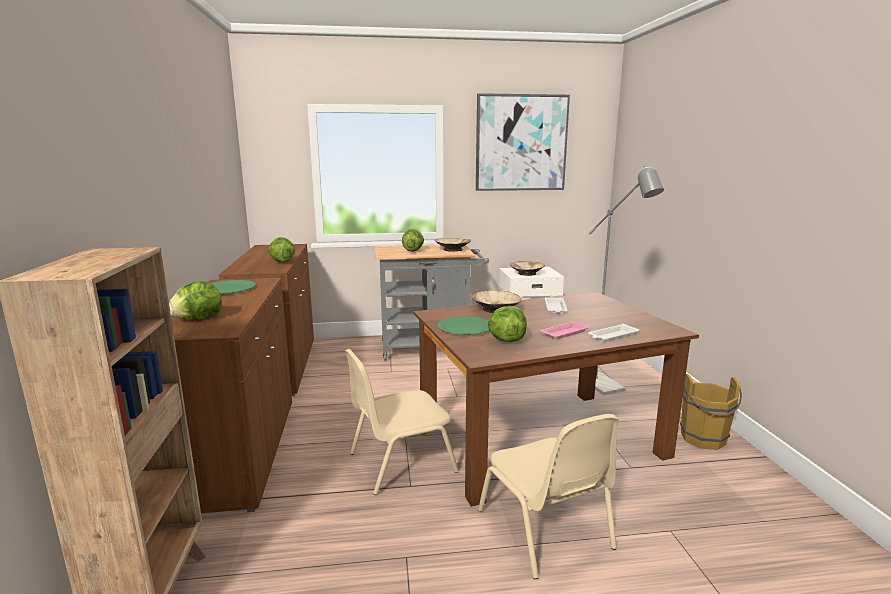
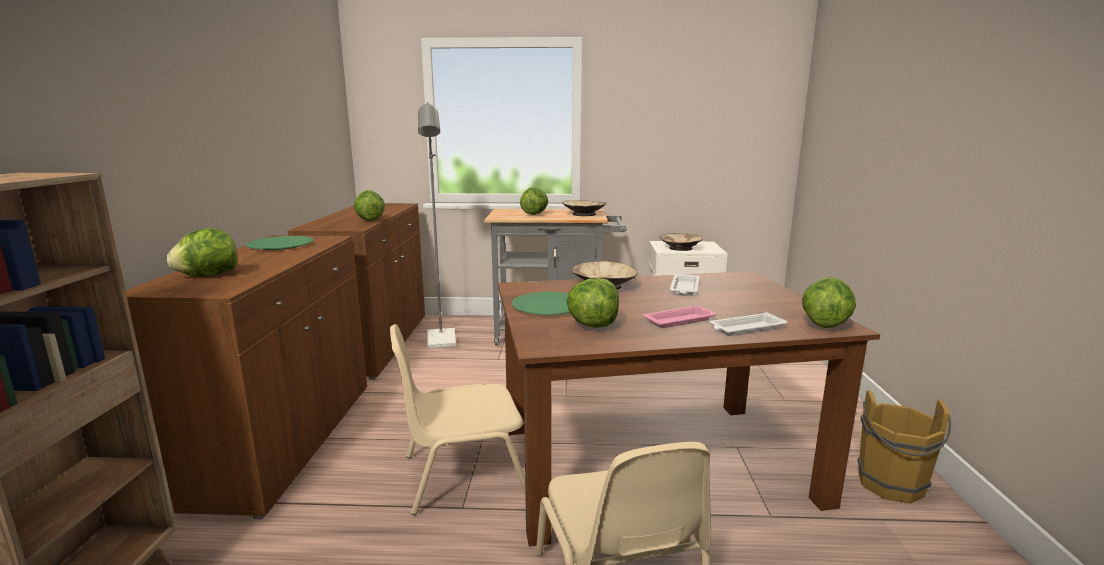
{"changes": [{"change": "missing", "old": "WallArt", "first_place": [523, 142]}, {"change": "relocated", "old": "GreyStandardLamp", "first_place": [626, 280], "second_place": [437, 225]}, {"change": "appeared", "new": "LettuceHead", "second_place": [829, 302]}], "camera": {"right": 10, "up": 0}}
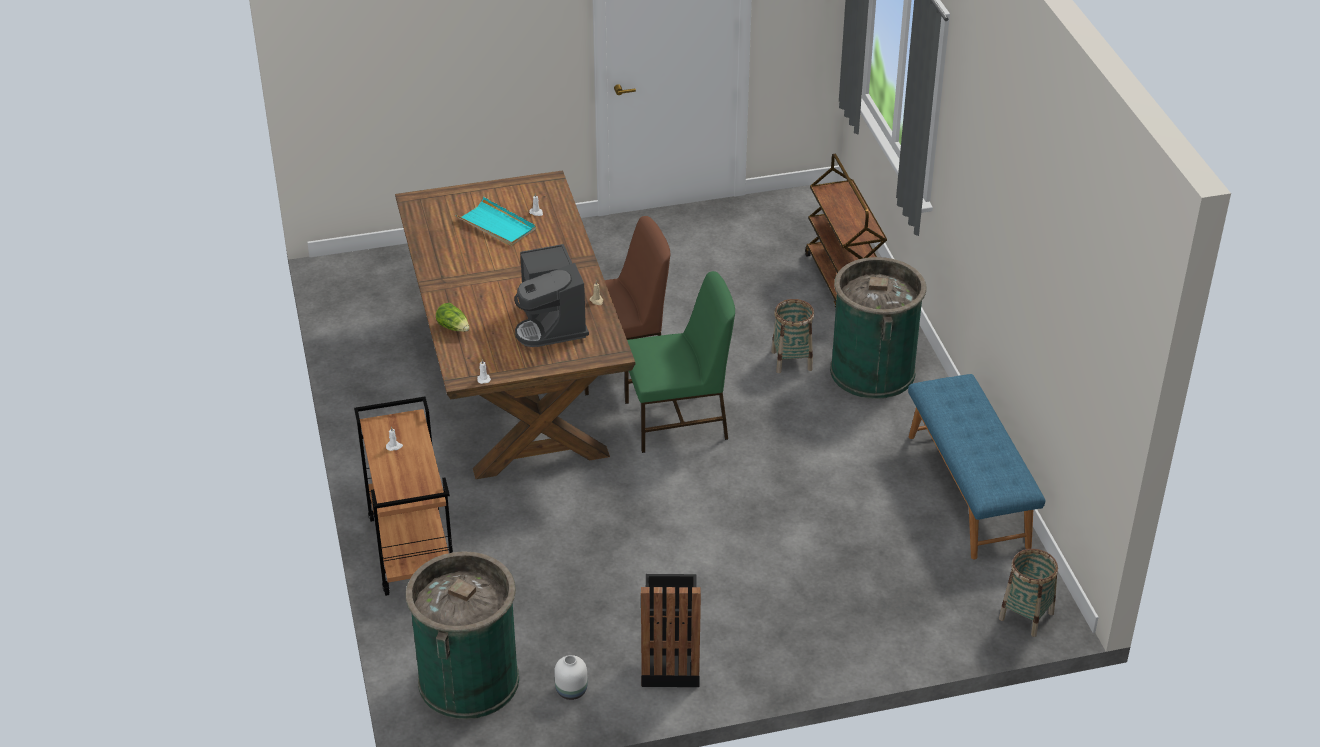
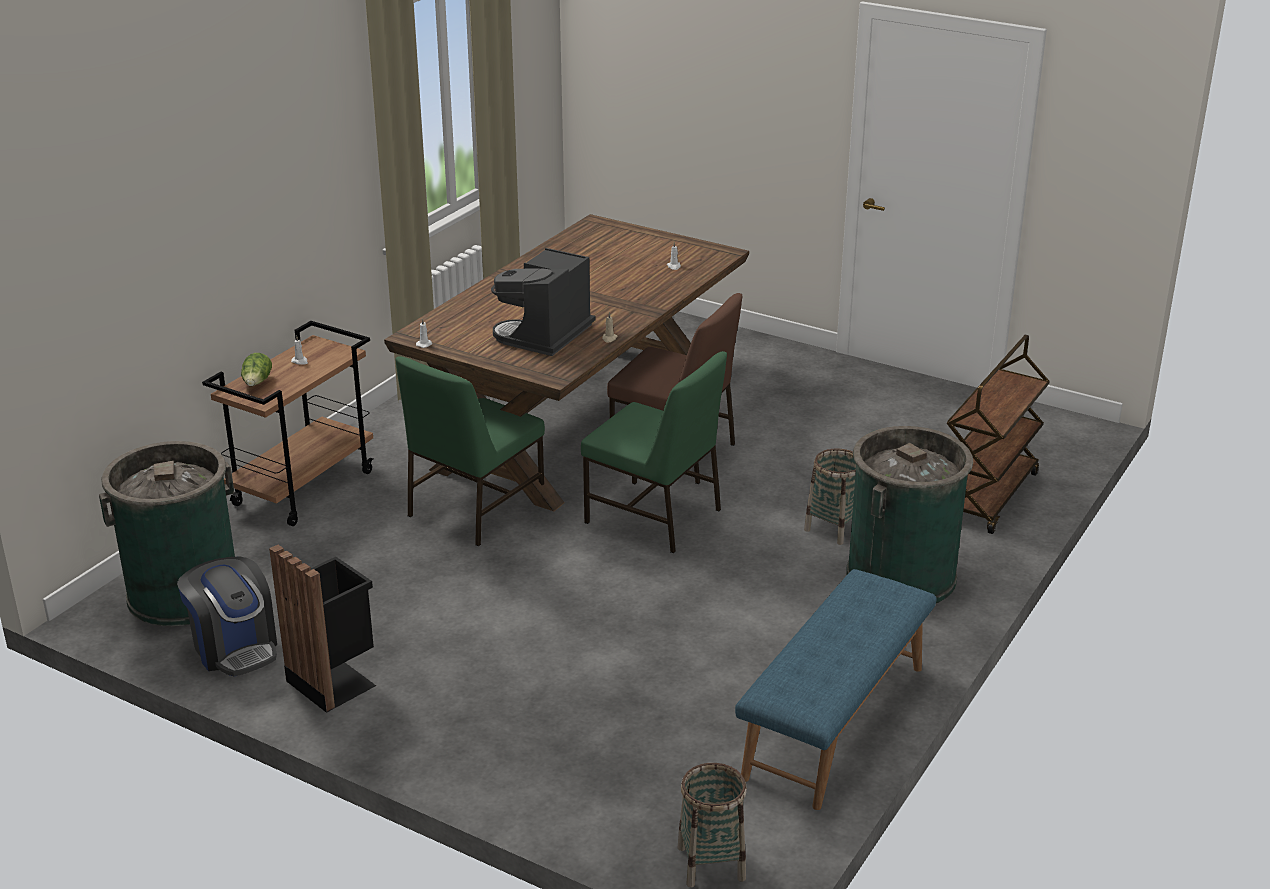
{"changes": [{"change": "relocated", "old": "LettuceHead", "first_place": [452, 317], "second_place": [256, 369]}, {"change": "missing", "old": "TurquoiseCarryingTray", "first_place": [496, 221]}, {"change": "exchanged", "old": "WhiteDecorativeVase", "new": "CoffeeMachine", "first_place": [571, 677], "second_place": [227, 617]}, {"change": "appeared", "new": "GreenColouredUprightChair", "second_place": [470, 451]}], "camera": {"right": 45, "up": -10}}
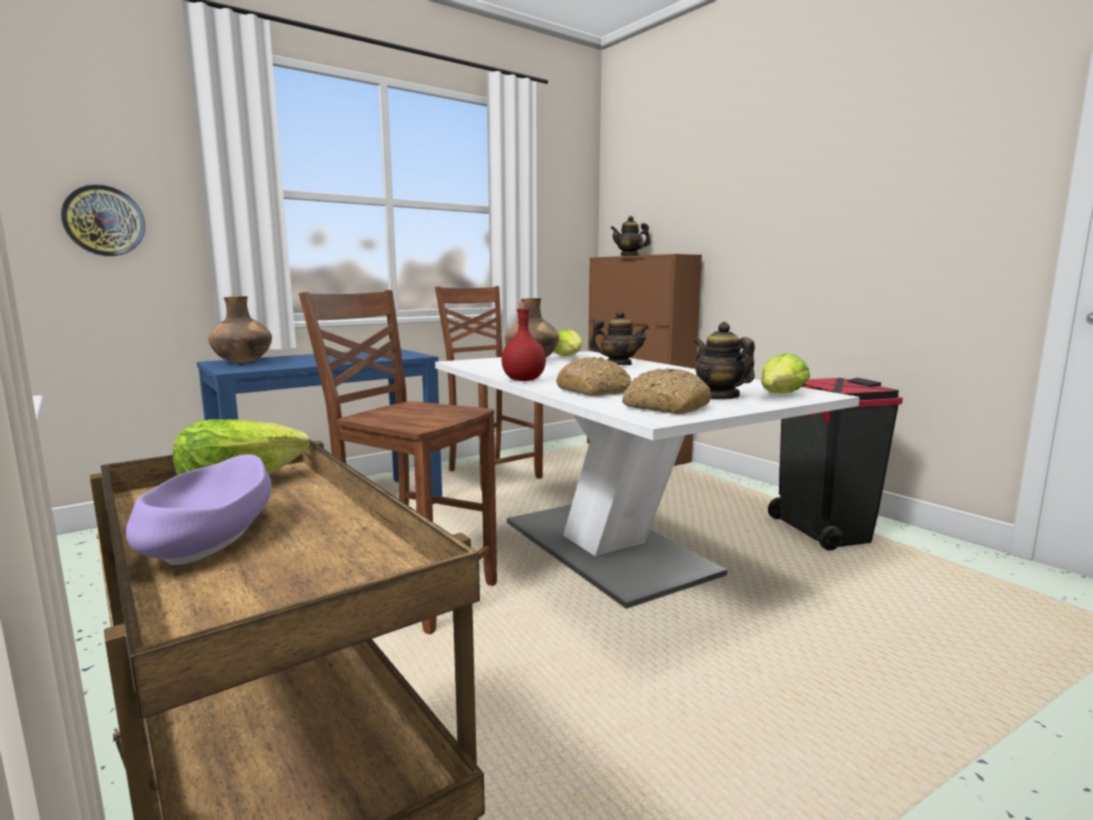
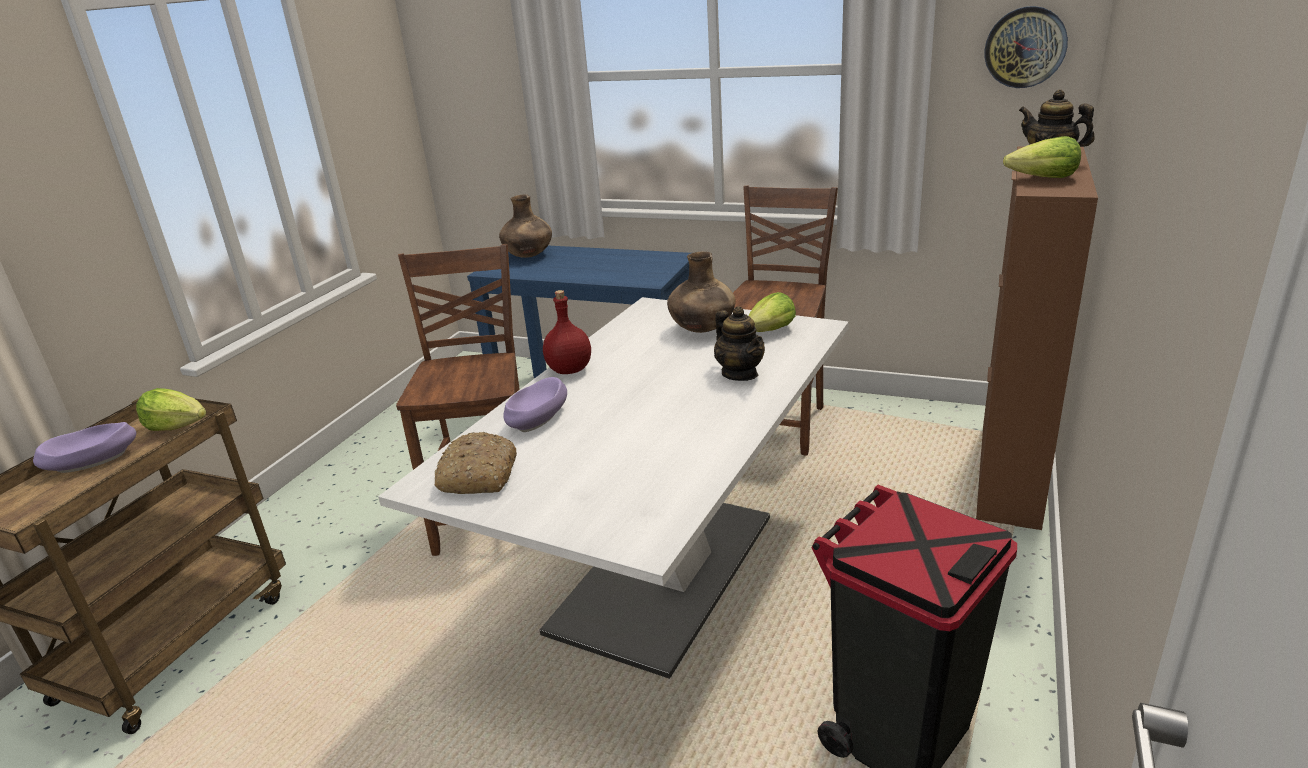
{"changes": [{"change": "relocated", "old": "HangingClock", "first_place": [103, 220], "second_place": [1026, 47]}, {"change": "exchanged", "old": "BakeryBread", "new": "PurpleServingBowl", "first_place": [593, 376], "second_place": [535, 404]}, {"change": "missing", "old": "PotForTea", "first_place": [724, 361]}, {"change": "relocated", "old": "LettuceHead", "first_place": [785, 373], "second_place": [1042, 157]}], "camera": {"right": 60, "up": 15}}
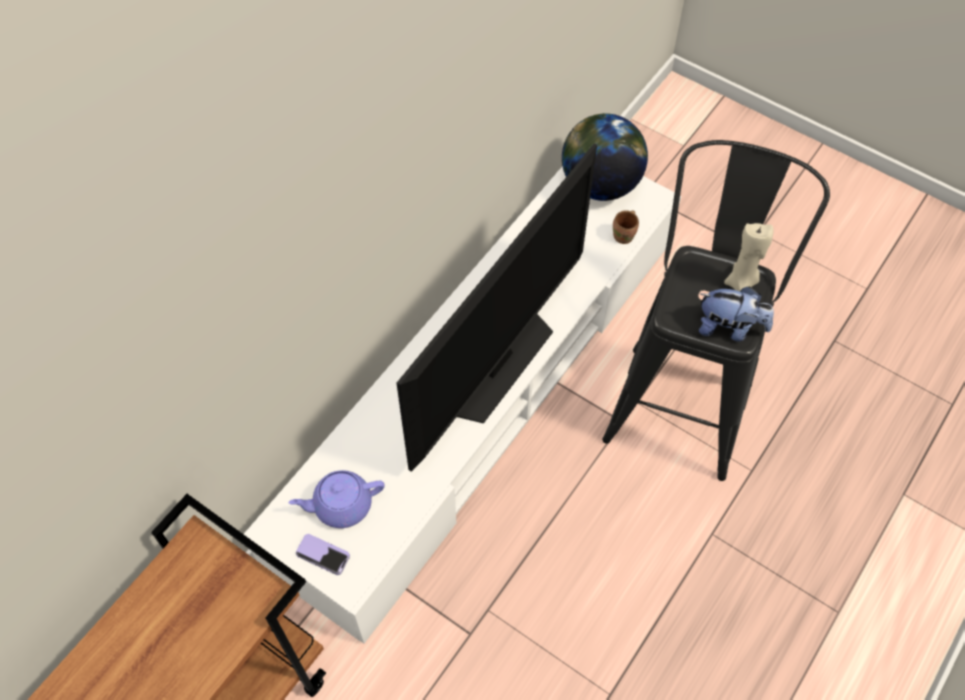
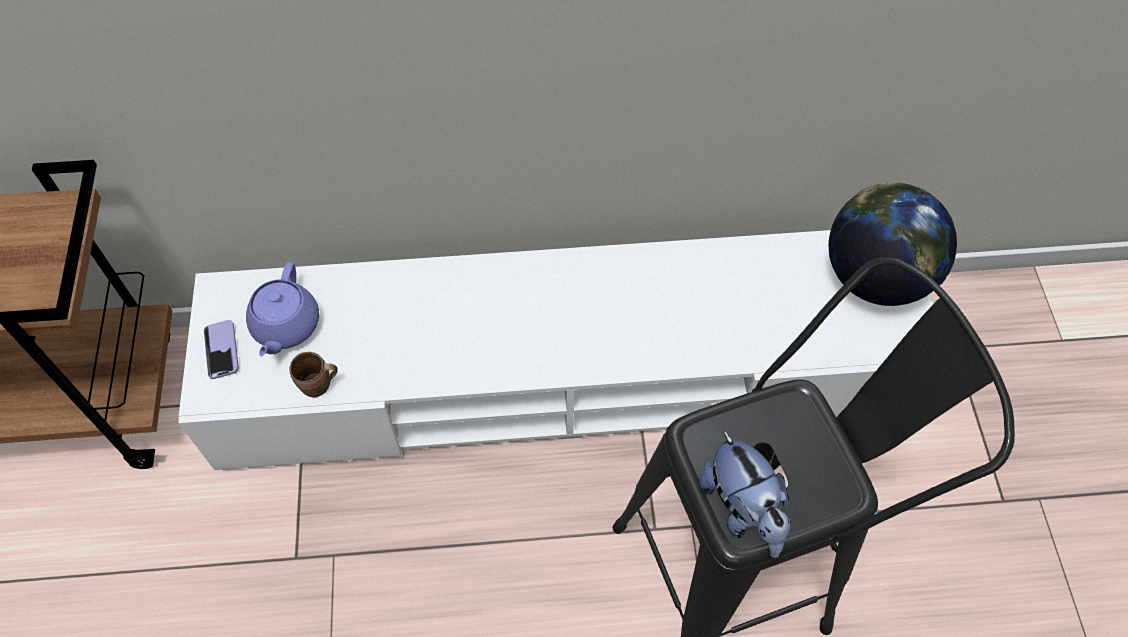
{"changes": [{"change": "spun", "old": "PurplePotForTea", "first_place": [337, 499], "second_place": [282, 309], "degrees": -120}, {"change": "missing", "old": "TvSet", "first_place": [497, 308]}, {"change": "relocated", "old": "BrownishTeaMug", "first_place": [626, 227], "second_place": [313, 375]}, {"change": "missing", "old": "BeigeColouredCandle", "first_place": [749, 257]}], "camera": {"right": 50, "up": 0}}
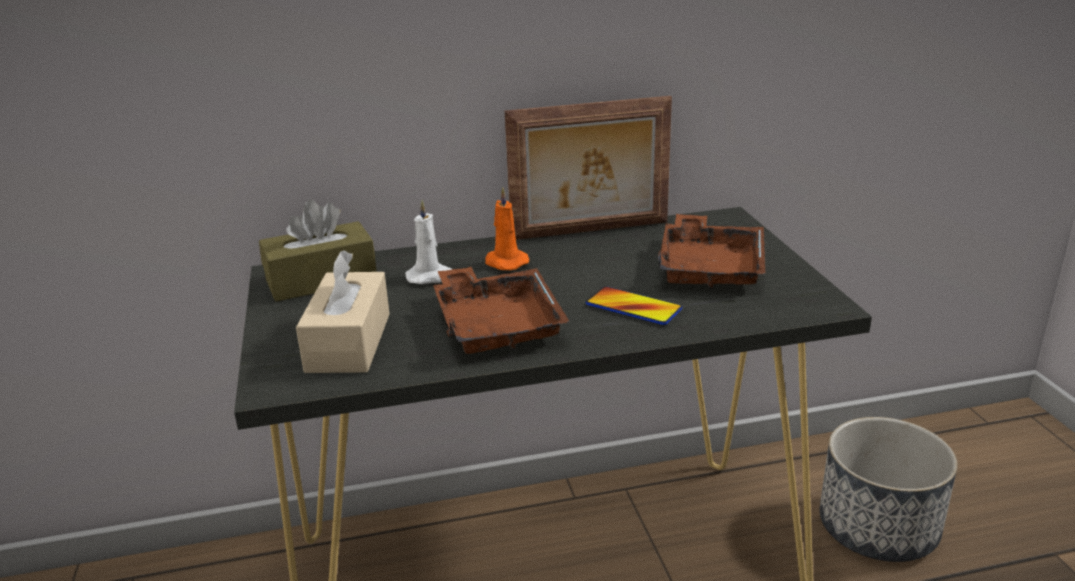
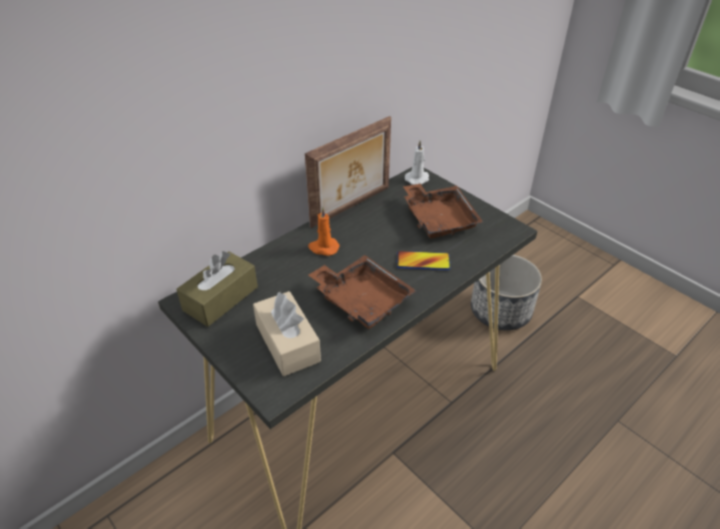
{"changes": [{"change": "relocated", "old": "WhiteCandle", "first_place": [428, 242], "second_place": [417, 163]}], "camera": {"right": -30, "up": 15}}
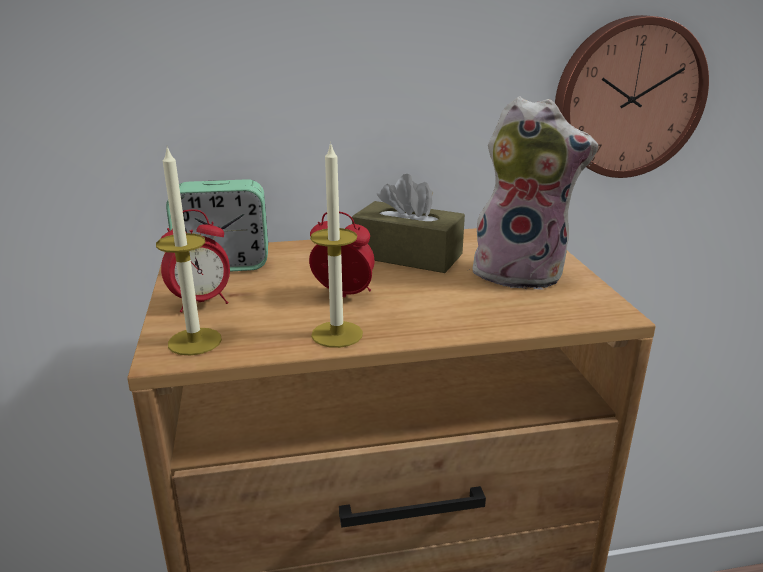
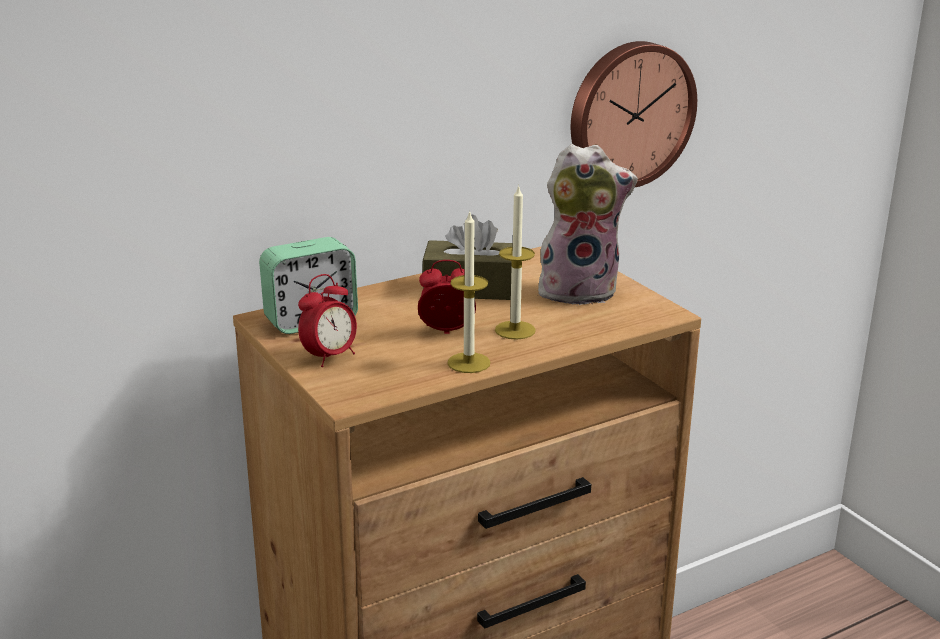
{"changes": [{"change": "relocated", "old": "Candle", "first_place": [189, 251], "second_place": [515, 262]}], "camera": {"right": -20, "up": 0}}
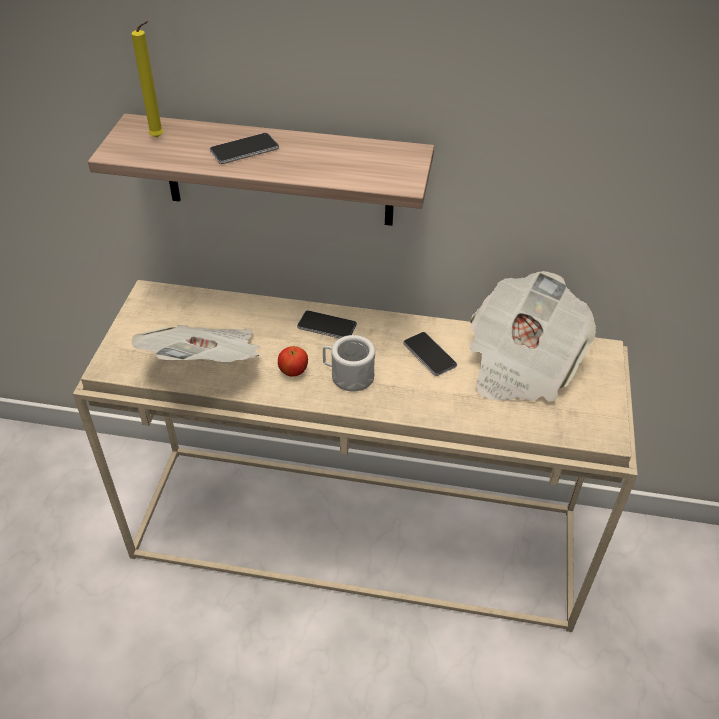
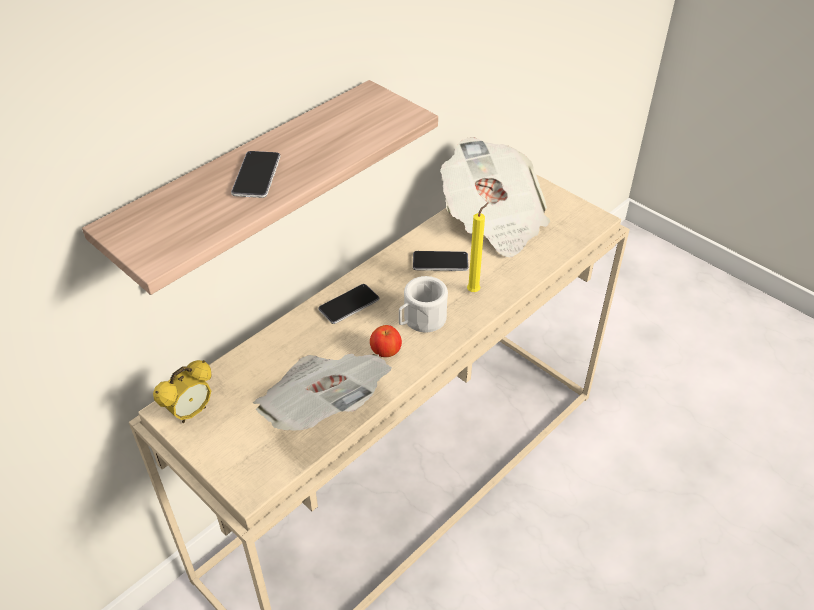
{"changes": [{"change": "relocated", "old": "YellowishCandle", "first_place": [147, 79], "second_place": [478, 247]}, {"change": "appeared", "new": "BedsideClock", "second_place": [182, 391]}], "camera": {"right": -55, "up": 0}}
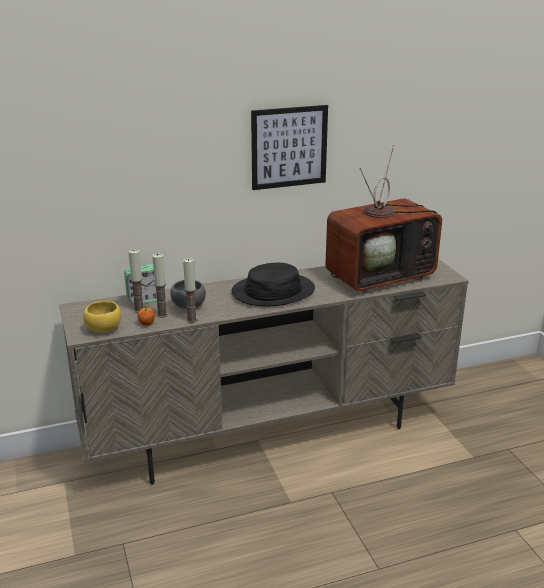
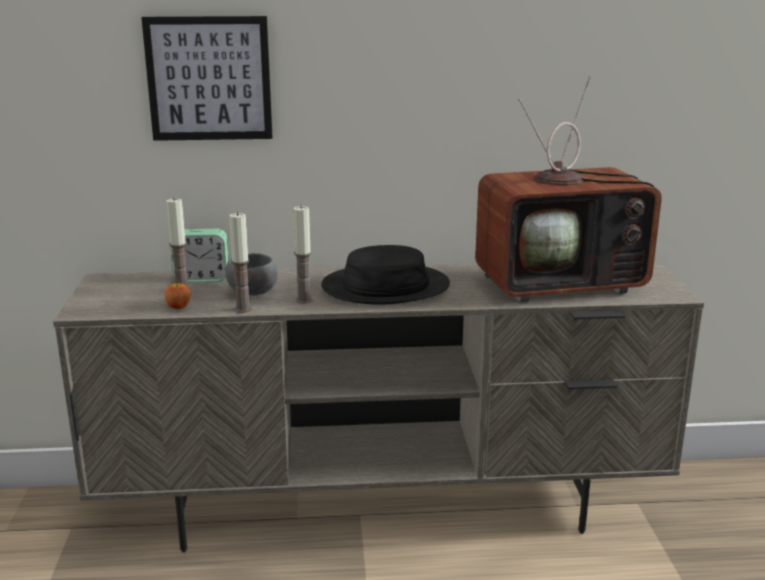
{"changes": [{"change": "missing", "old": "YellowishServingBowl", "first_place": [102, 316]}, {"change": "relocated", "old": "Candle", "first_place": [160, 286], "second_place": [303, 254]}, {"change": "relocated", "old": "WallArt", "first_place": [289, 147], "second_place": [207, 78]}], "camera": {"right": 15, "up": -5}}
